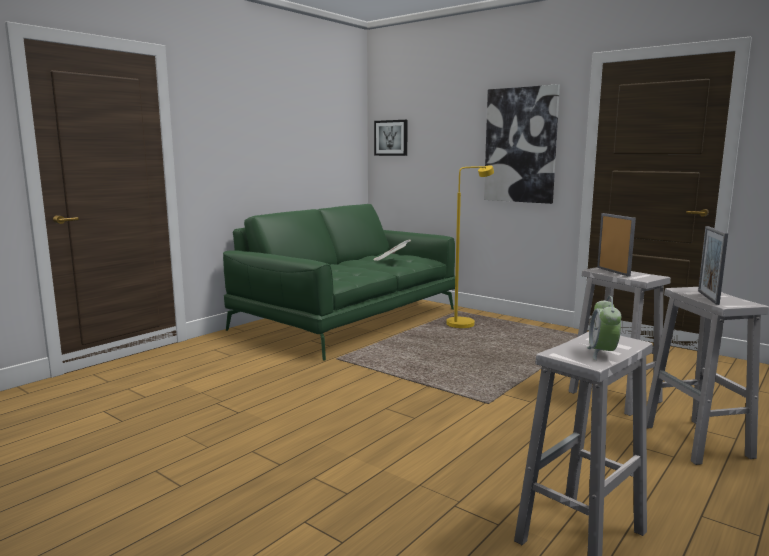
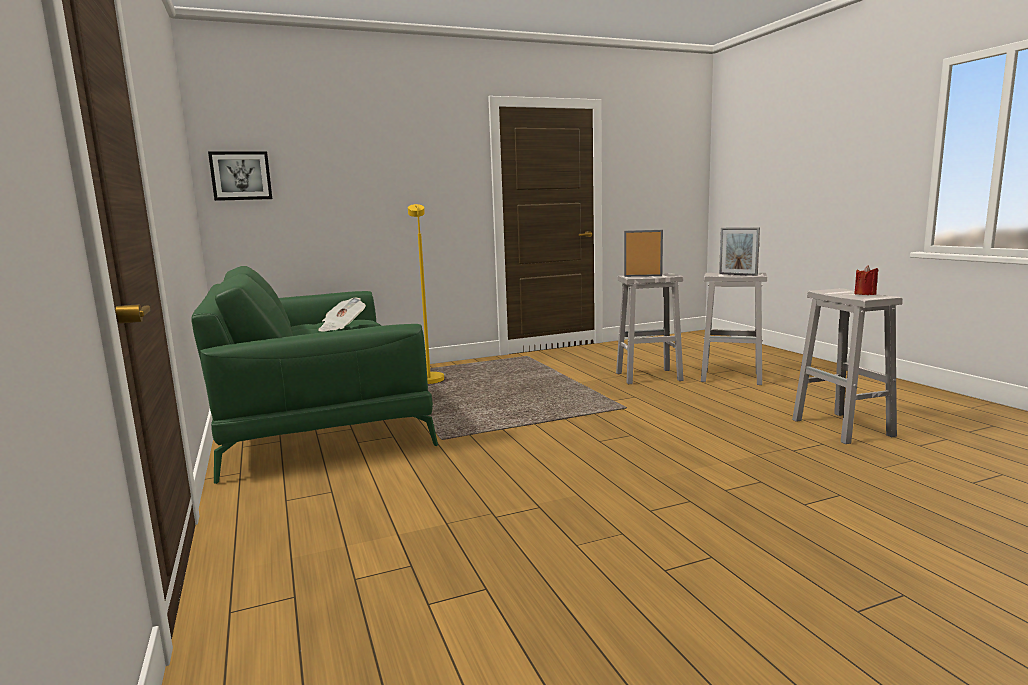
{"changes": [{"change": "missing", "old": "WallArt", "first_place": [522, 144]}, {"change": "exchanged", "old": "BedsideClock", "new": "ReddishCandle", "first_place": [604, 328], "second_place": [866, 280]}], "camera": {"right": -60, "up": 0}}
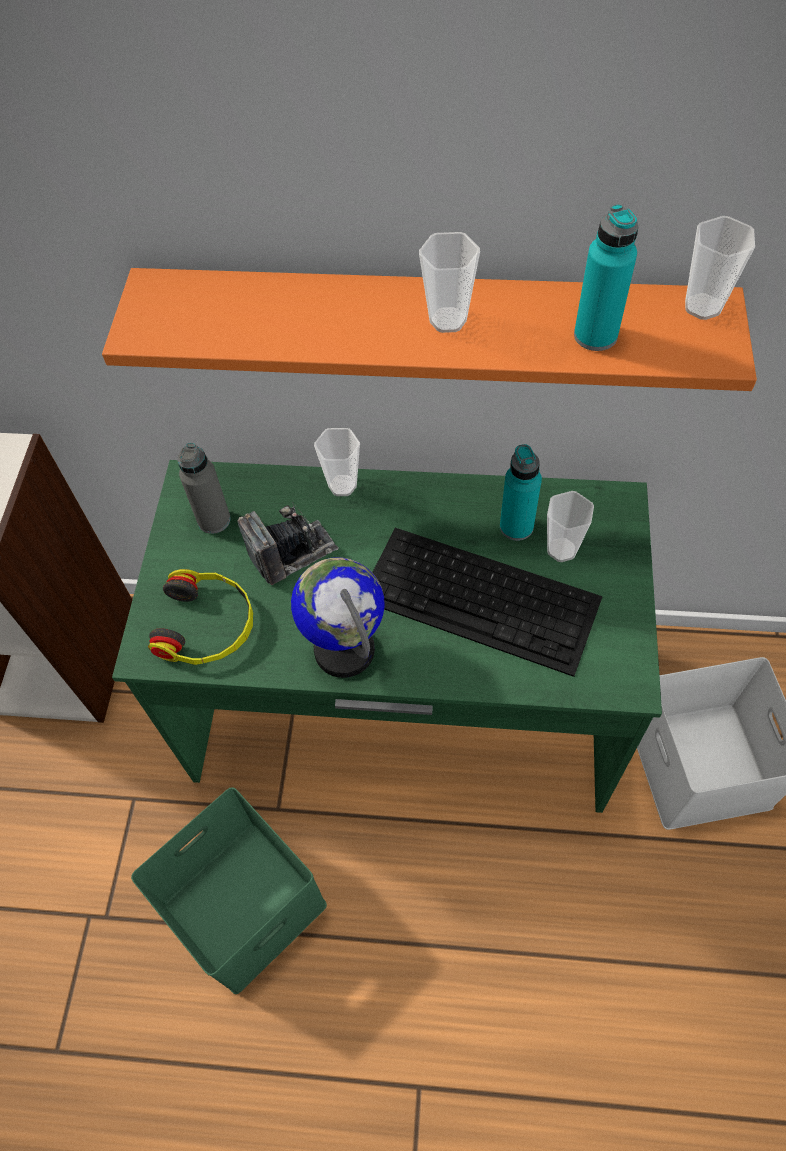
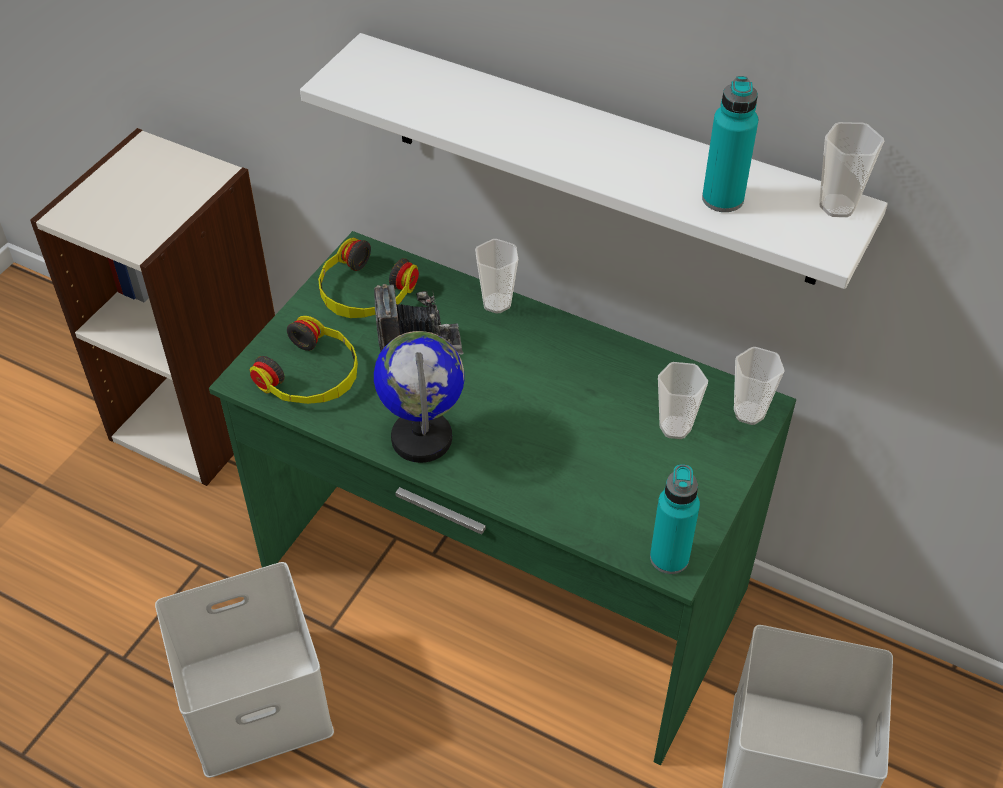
{"changes": [{"change": "colour", "old": "OrangeyBracketShelf", "new": "WhiteBracketShelf", "first_place": [429, 329], "second_place": [594, 161]}, {"change": "colour", "old": "GreenColouredStorageContainer", "new": "WhiteStorageContainer", "first_place": [229, 890], "second_place": [244, 670]}, {"change": "exchanged", "old": "GreyBeverageBottle", "new": "Headset", "first_place": [204, 488], "second_place": [368, 278]}, {"change": "missing", "old": "PcKeyboard", "first_place": [487, 602]}, {"change": "relocated", "old": "DrinkingCup", "first_place": [449, 282], "second_place": [759, 386]}, {"change": "relocated", "old": "TurquoiseBeverageBottle", "first_place": [521, 492], "second_place": [675, 519]}], "camera": {"right": 20, "up": -10}}
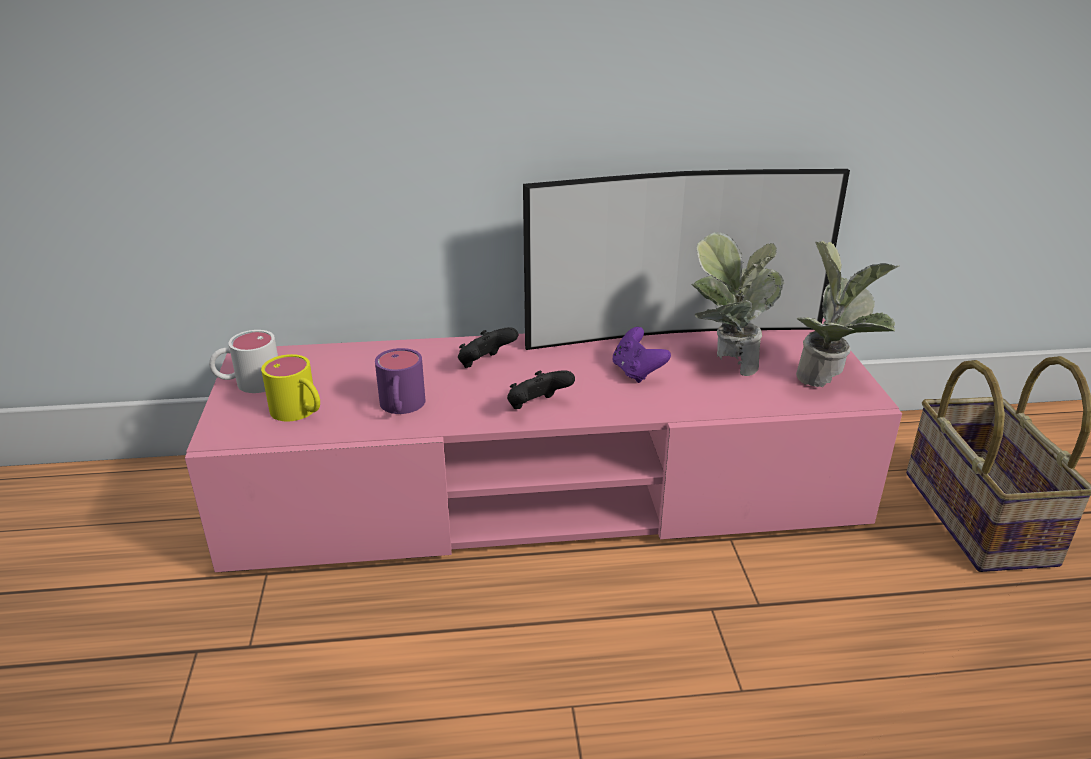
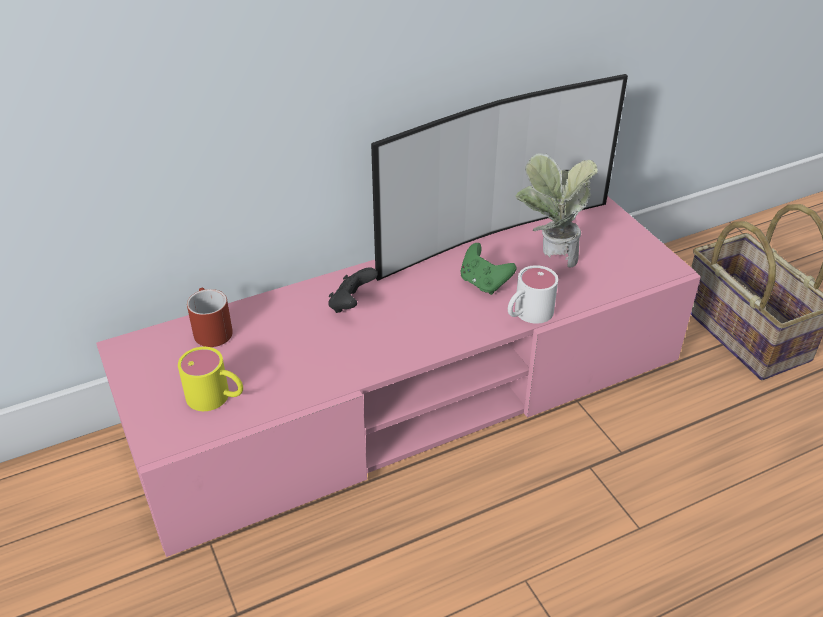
{"changes": [{"change": "relocated", "old": "WhiteTeaMug", "first_place": [243, 361], "second_place": [533, 294]}, {"change": "missing", "old": "PurpleTeaMug", "first_place": [400, 381]}, {"change": "missing", "old": "BlackGamepad", "first_place": [541, 389]}, {"change": "colour", "old": "PurpleGamepad", "new": "GreenColouredGamepad", "first_place": [641, 355], "second_place": [488, 269]}, {"change": "missing", "old": "Houseplant", "first_place": [847, 313]}, {"change": "appeared", "new": "ReddishTeaMug", "second_place": [210, 317]}], "camera": {"right": -20, "up": 10}}
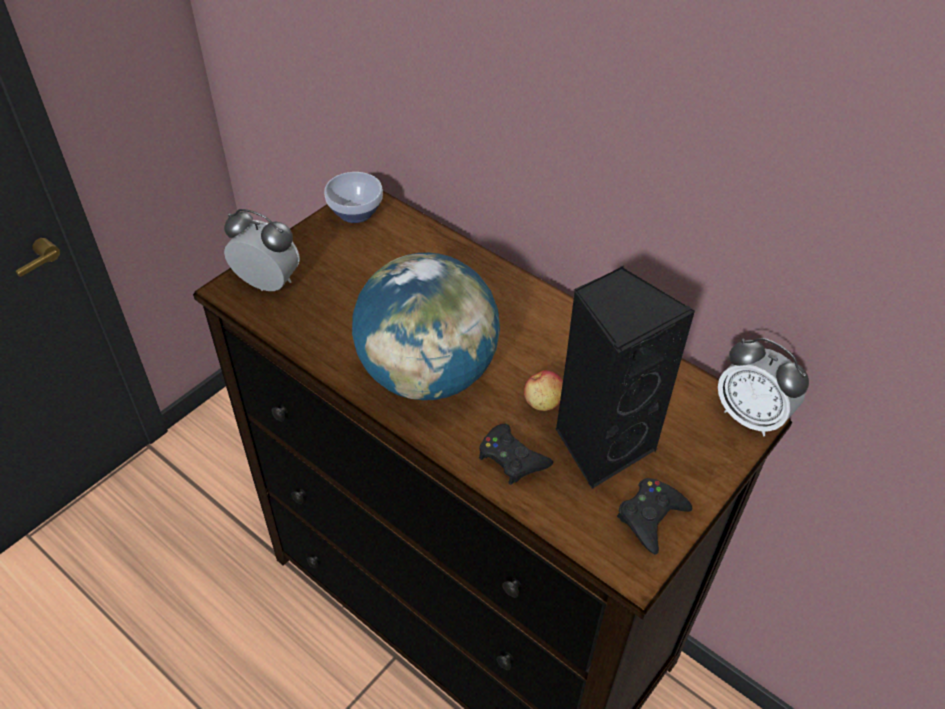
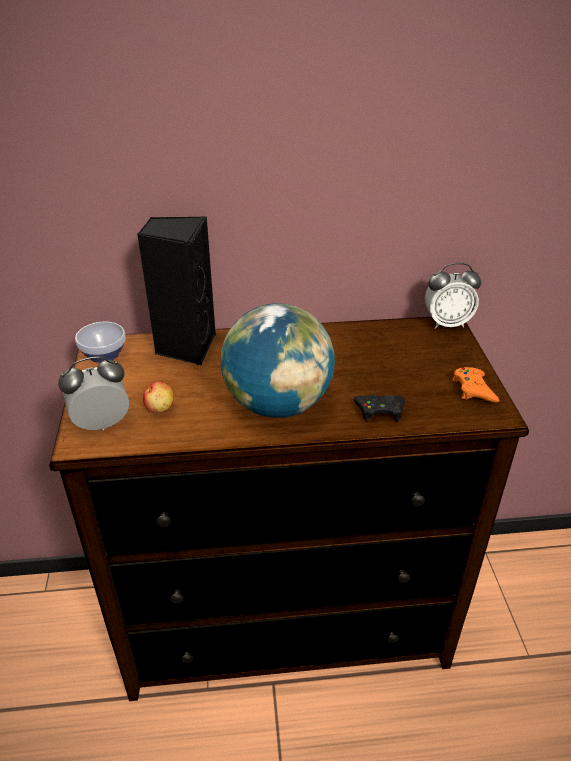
{"changes": [{"change": "relocated", "old": "AppleFruit", "first_place": [543, 390], "second_place": [158, 397]}, {"change": "relocated", "old": "BlackLoudspeaker", "first_place": [625, 377], "second_place": [176, 290]}, {"change": "colour", "old": "BlackGamepad", "new": "OrangeyGamepad", "first_place": [654, 516], "second_place": [476, 384]}], "camera": {"right": -45, "up": -10}}
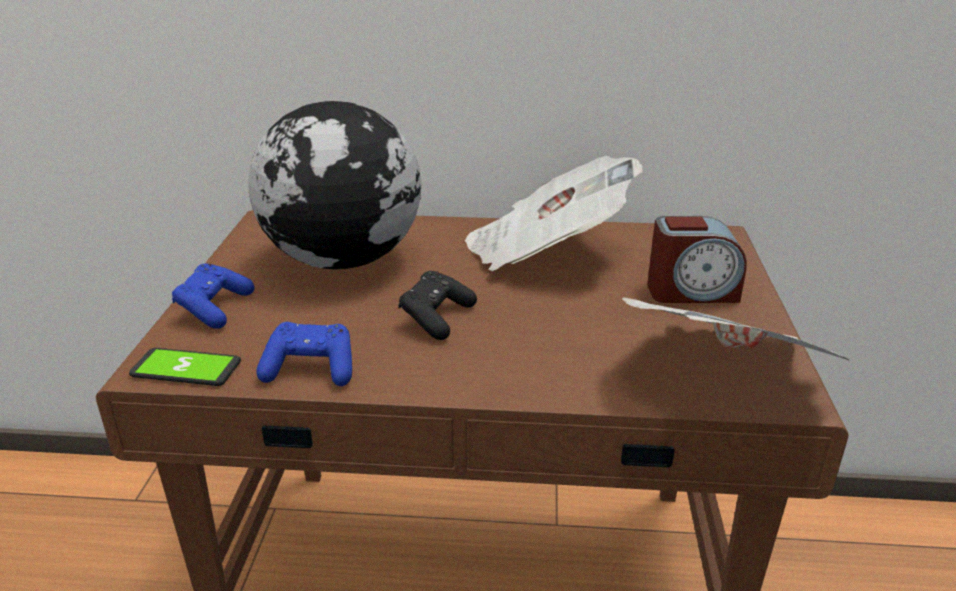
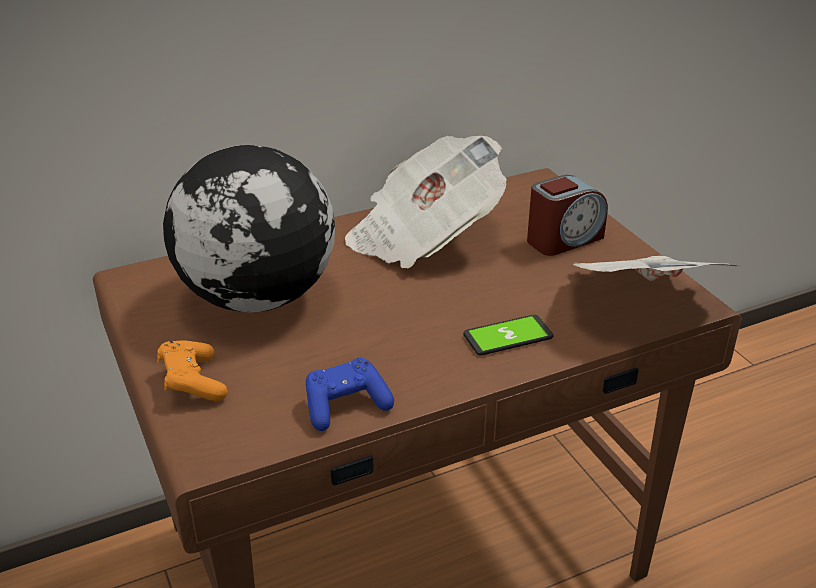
{"changes": [{"change": "relocated", "old": "Telephone", "first_place": [185, 367], "second_place": [508, 335]}, {"change": "colour", "old": "BlueGamepad", "new": "OrangeyGamepad", "first_place": [213, 296], "second_place": [192, 370]}, {"change": "missing", "old": "BlackGamepad", "first_place": [438, 305]}], "camera": {"right": -30, "up": 5}}
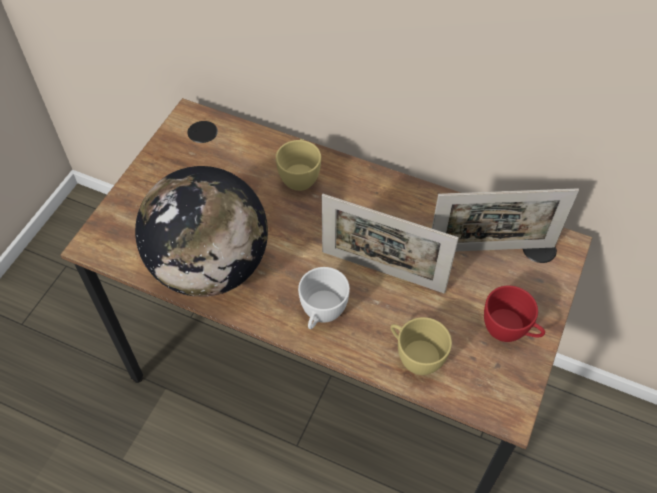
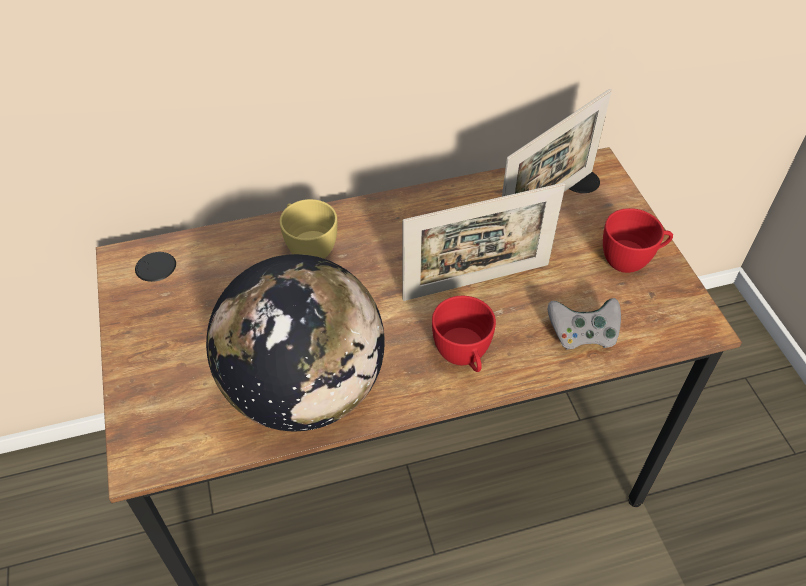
{"changes": [{"change": "colour", "old": "WhiteDrinkingCup", "new": "ReddishDrinkingCup", "first_place": [324, 298], "second_place": [464, 334]}, {"change": "exchanged", "old": "YellowishDrinkingCup", "new": "GreyGamepad", "first_place": [421, 346], "second_place": [584, 324]}], "camera": {"right": -40, "up": -5}}
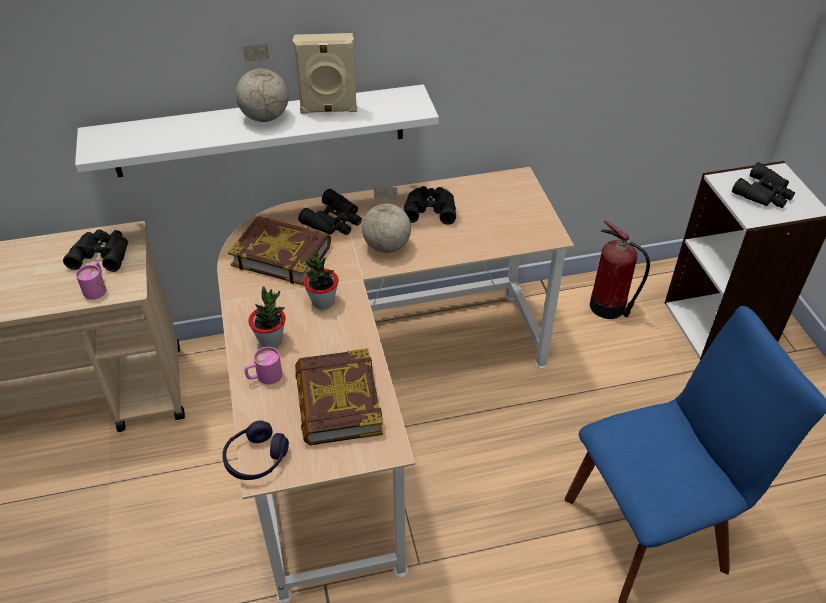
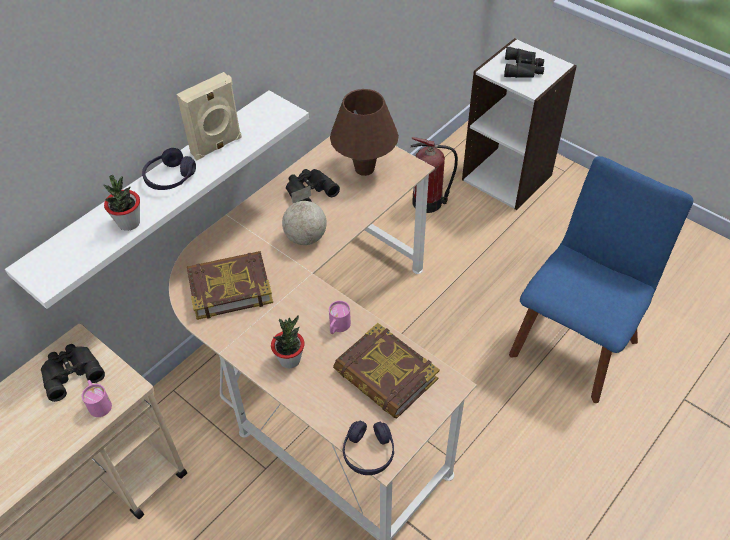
{"changes": [{"change": "exchanged", "old": "Globe", "new": "PurpleHeadset", "first_place": [262, 82], "second_place": [169, 169]}, {"change": "relocated", "old": "PinkColouredTeaMug", "first_place": [263, 366], "second_place": [340, 317]}, {"change": "missing", "old": "BlackFieldGlasses", "first_place": [330, 212]}, {"change": "relocated", "old": "Houseplant", "first_place": [321, 281], "second_place": [122, 203]}, {"change": "appeared", "new": "BrownishTableLamp", "second_place": [364, 132]}], "camera": {"right": -35, "up": 5}}
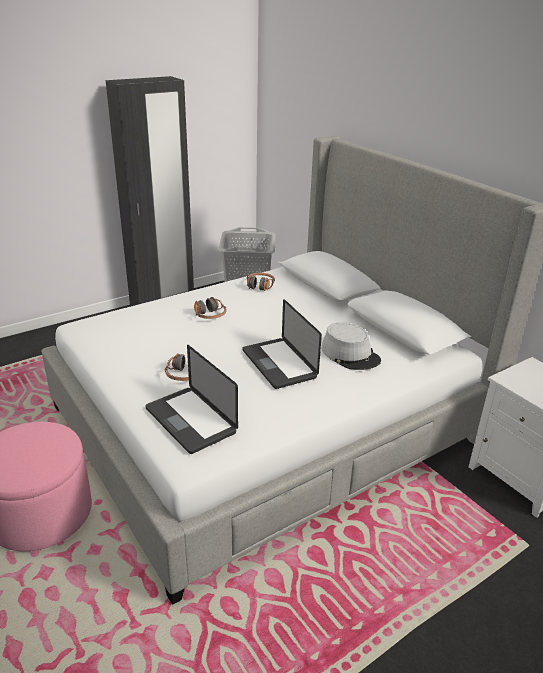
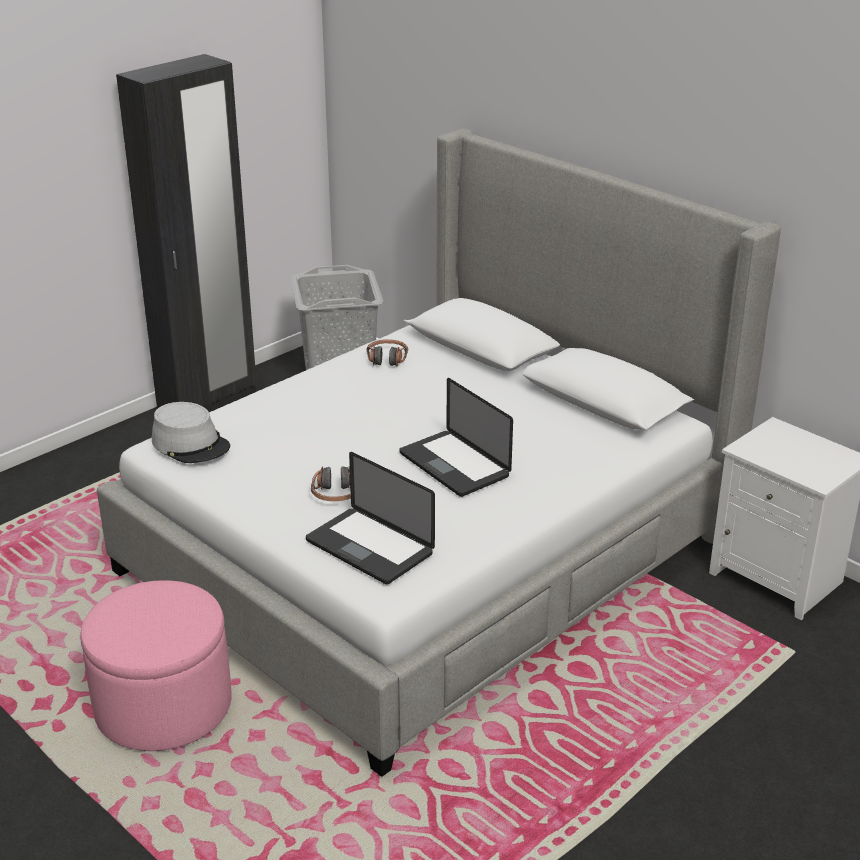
{"changes": [{"change": "missing", "old": "Headset", "first_place": [210, 308]}, {"change": "relocated", "old": "GreyClothingHat", "first_place": [351, 346], "second_place": [191, 432]}], "camera": {"right": -10, "up": 0}}
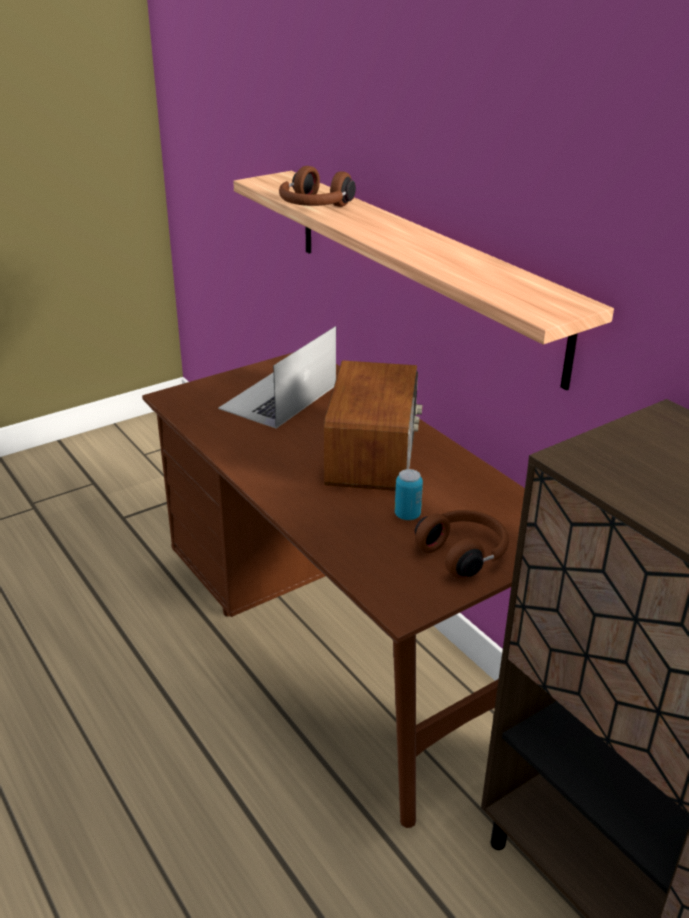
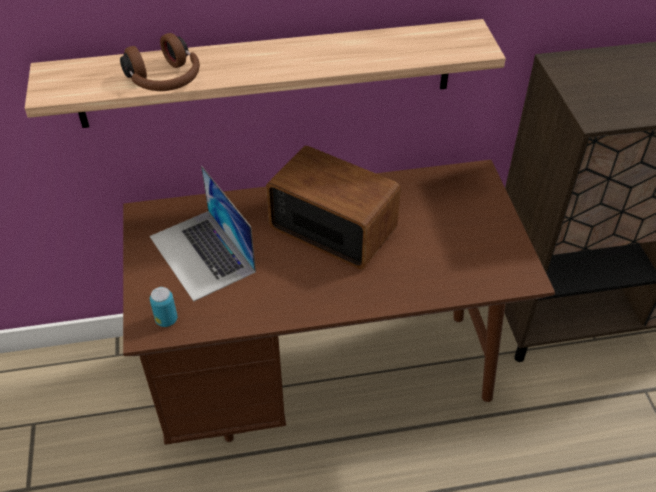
{"changes": [{"change": "relocated", "old": "MetalCan", "first_place": [409, 494], "second_place": [163, 307]}, {"change": "missing", "old": "BrownishHeadset", "first_place": [462, 544]}], "camera": {"right": -65, "up": 15}}
